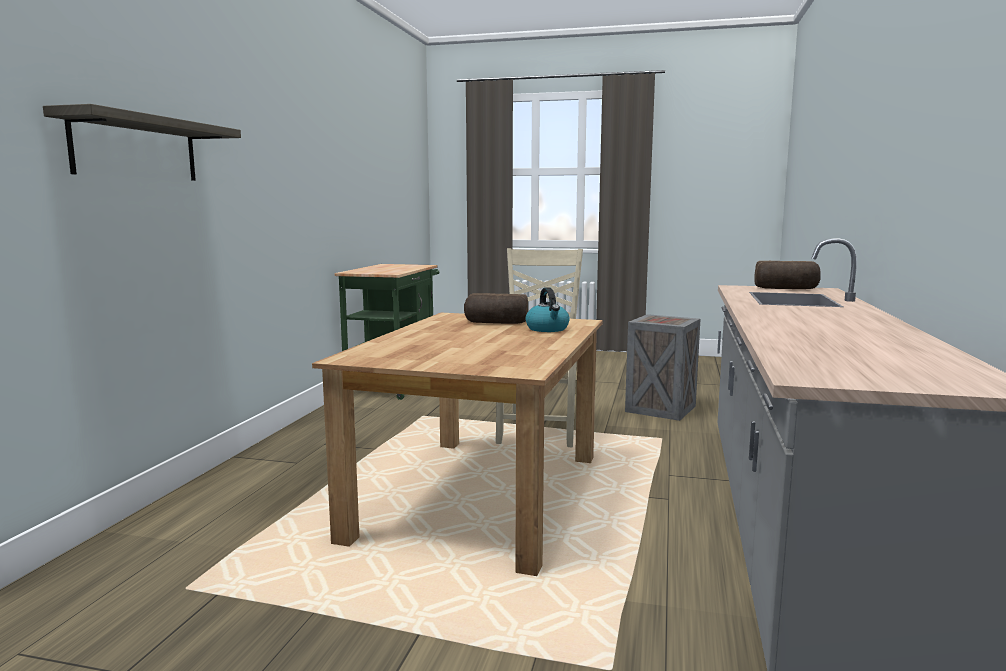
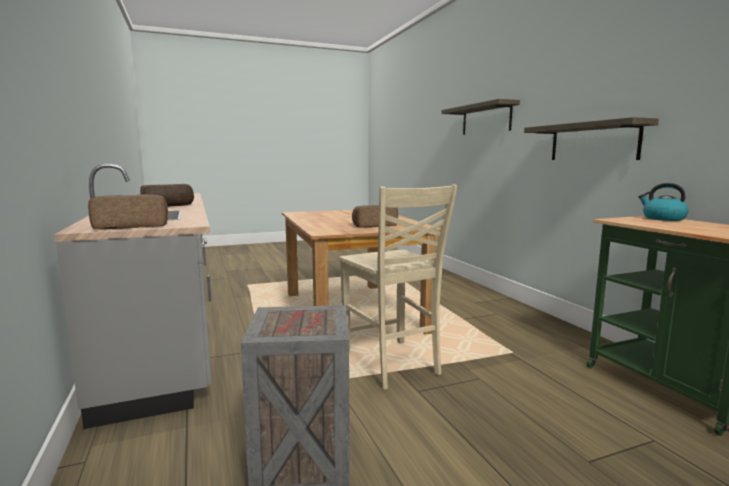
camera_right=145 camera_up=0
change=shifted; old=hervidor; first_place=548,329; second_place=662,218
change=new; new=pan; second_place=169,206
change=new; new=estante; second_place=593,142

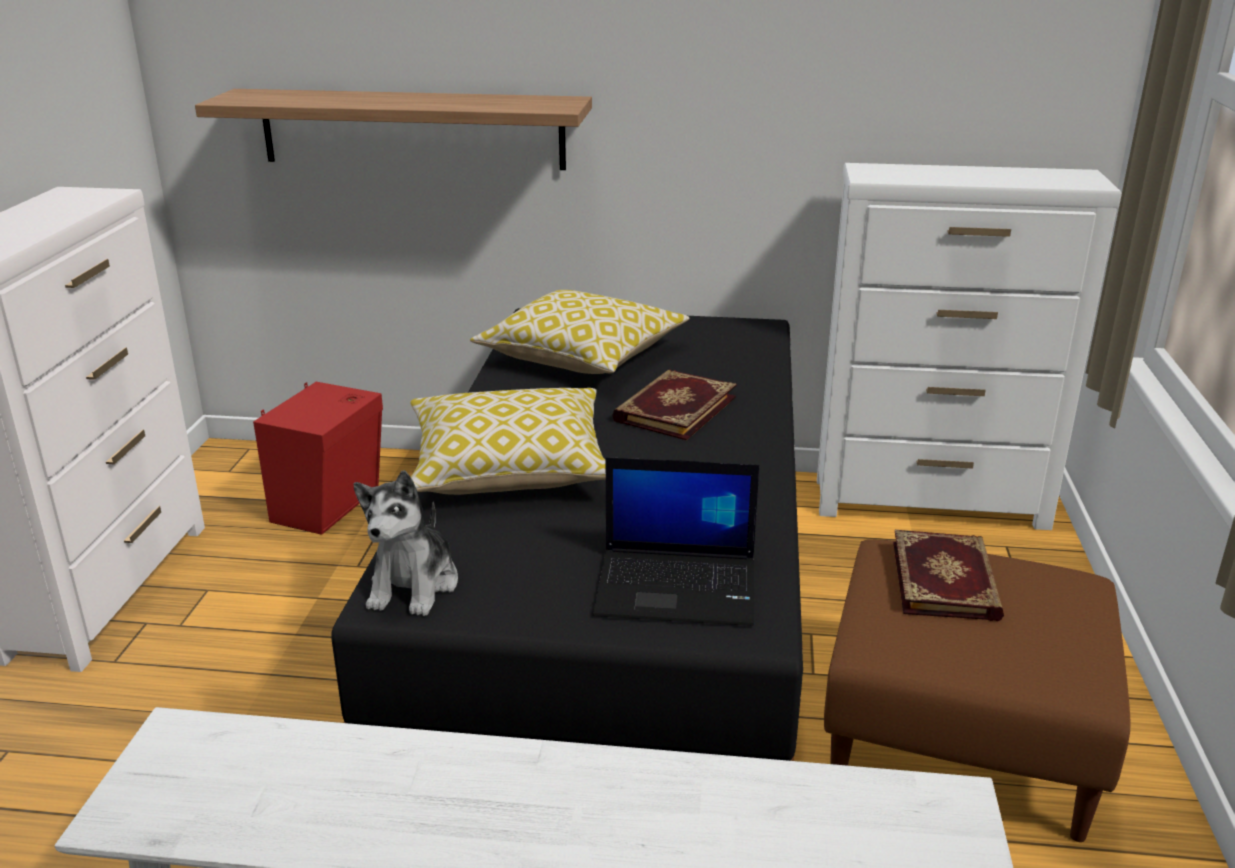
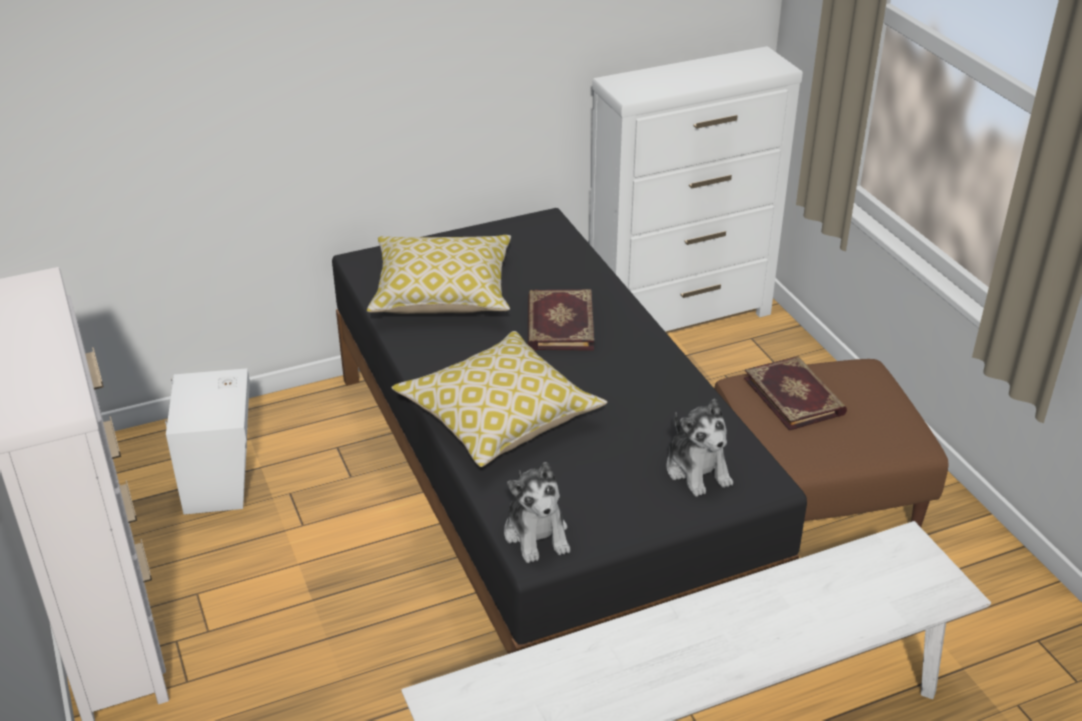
camera_right=-30 camera_up=10
change=gone; old=estante; first_place=412,129
change=repainted; old=altavoz (rojo); new=altavoz (blanco); first_place=331,505; second_place=221,478
change=swapped; old=portátil; new=peluche; first_place=678,587; second_place=697,470

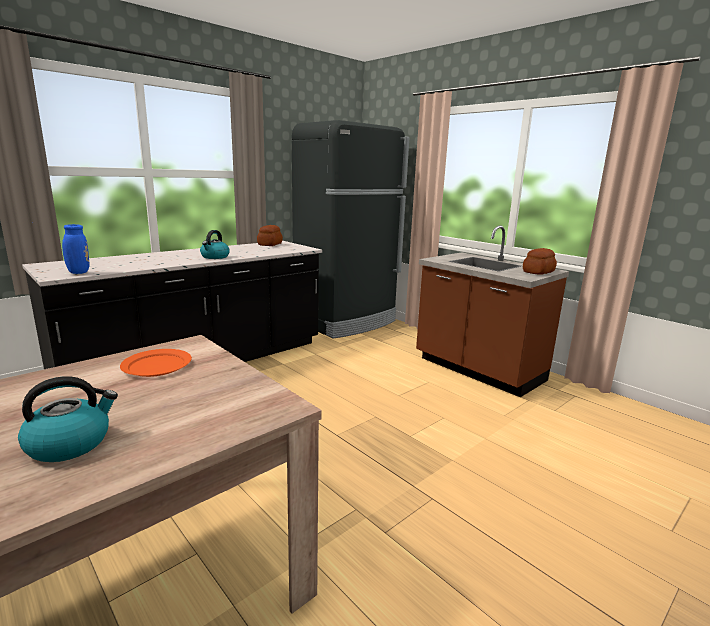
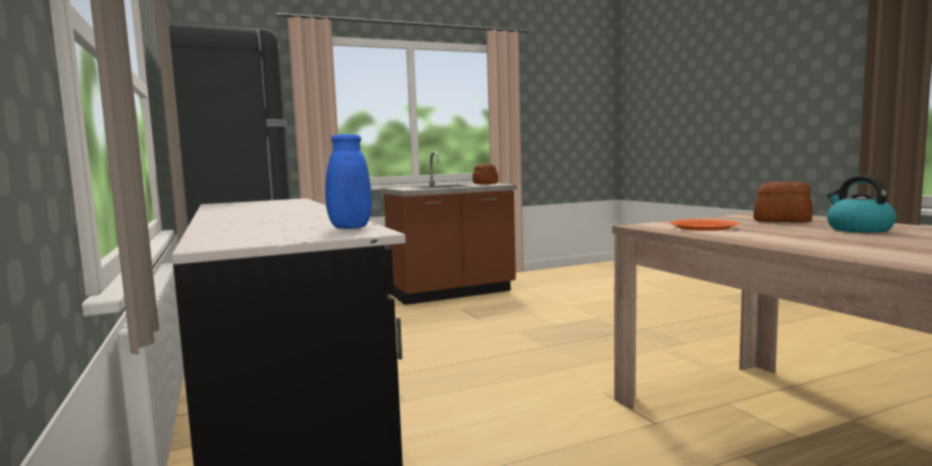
camera_right=-70 camera_up=-10
change=gone; old=hervidor; first_place=215,257
change=shifted; old=pan; first_place=270,244; second_place=781,220

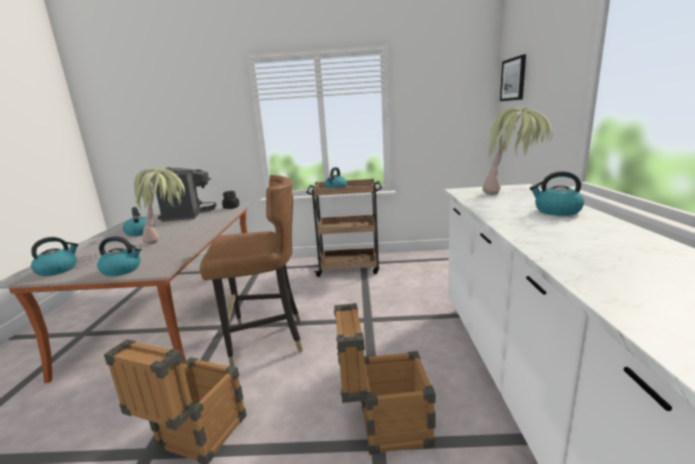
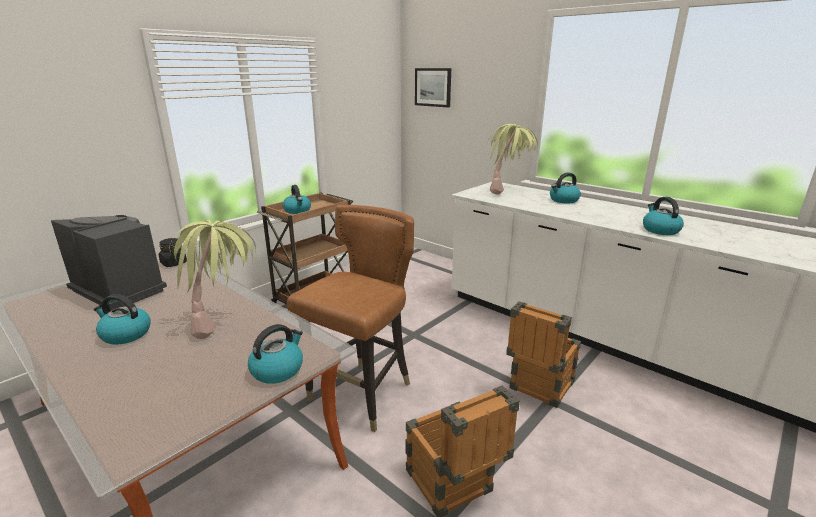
camera_right=-50 camera_up=5
change=shifted; old=hervidor; first_place=58,270; second_place=660,230

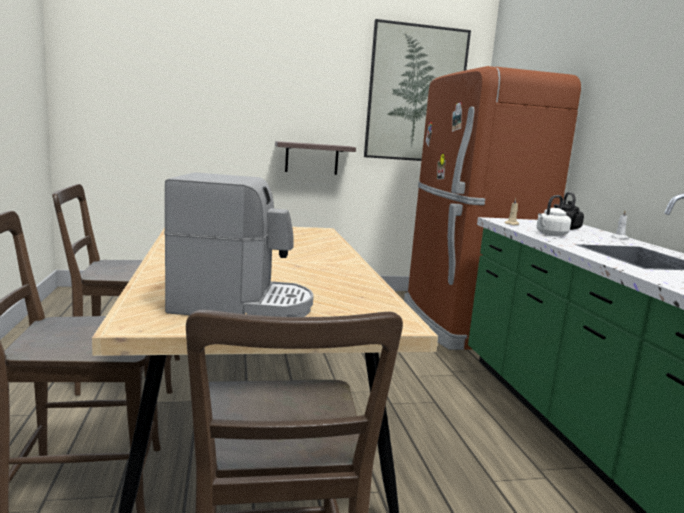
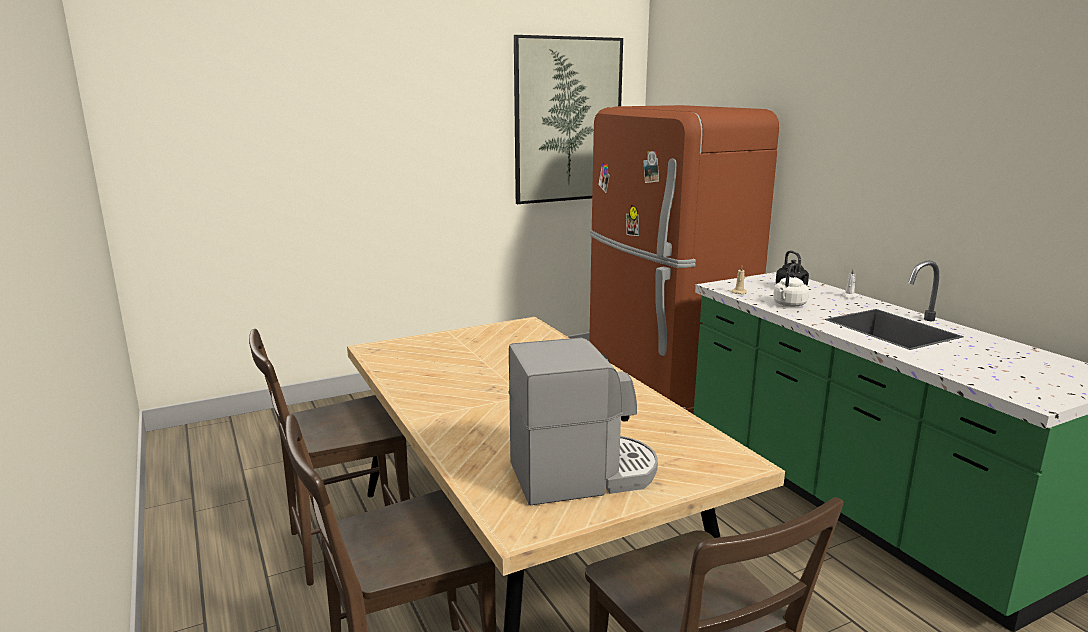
camera_right=-15 camera_up=5
change=gone; old=estante; first_place=312,158

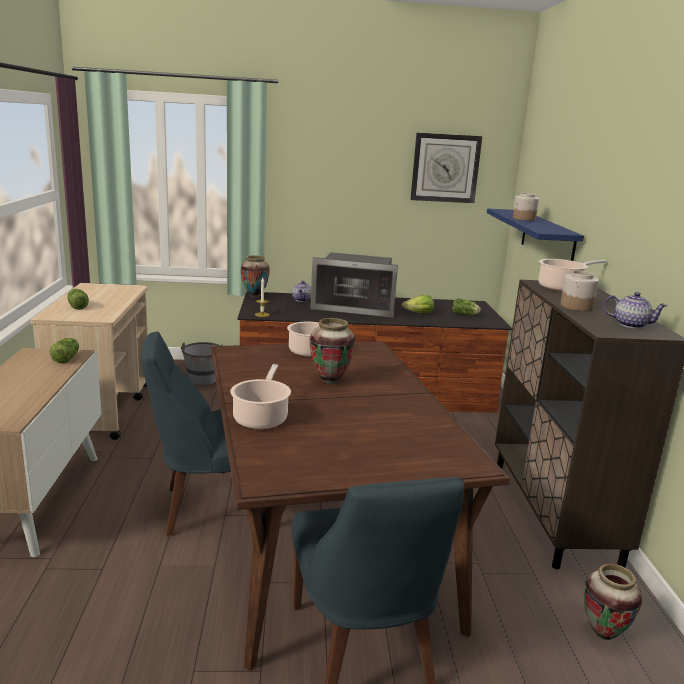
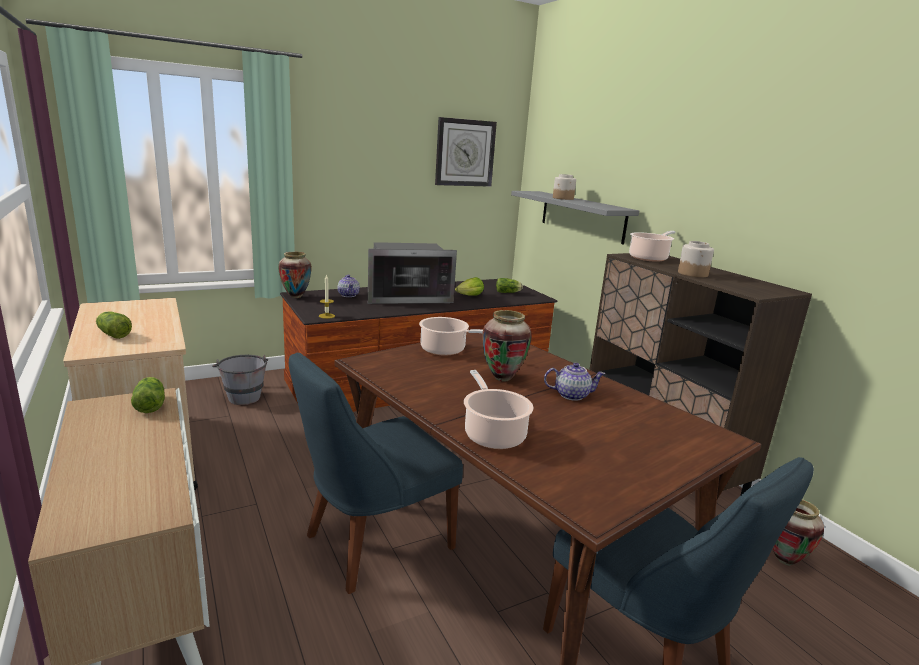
camera_right=-25 camera_up=0
change=repainted; old=estante (azul); new=estante (gris); first_place=547,239; second_place=582,216
change=shifted; old=tetera; first_place=630,324; second_place=571,395

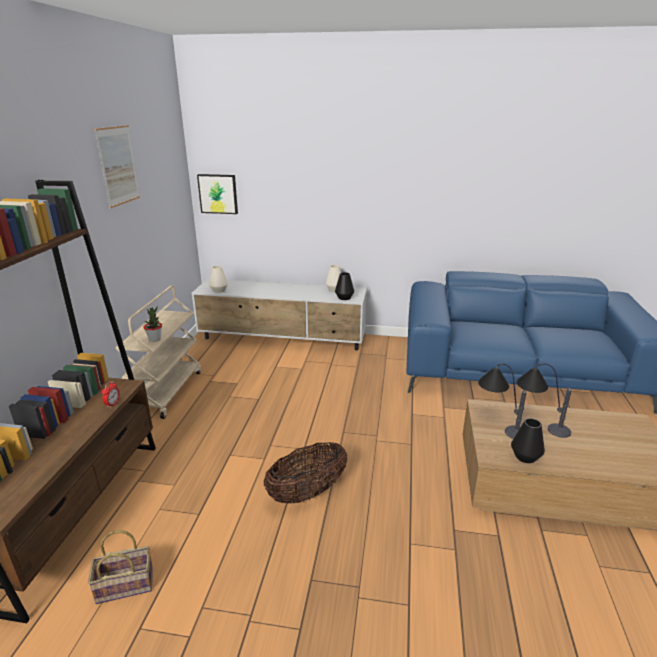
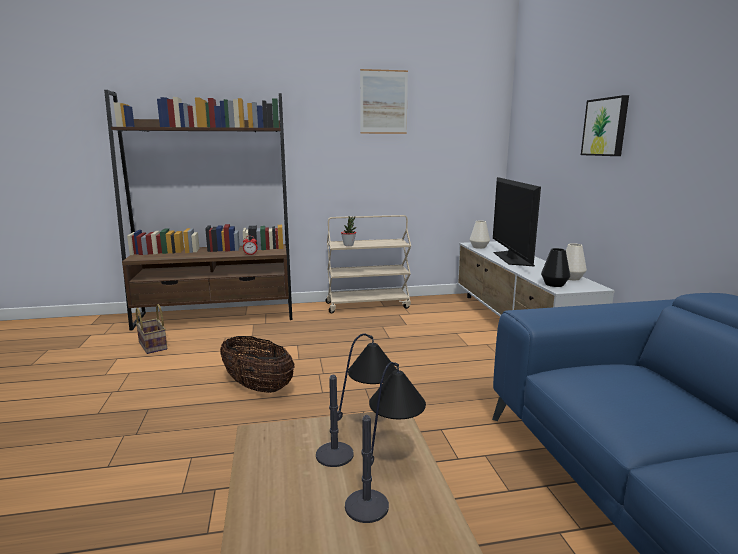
camera_right=70 camera_up=-10
change=shifted; old=cuadro; first_place=218,193; second_place=605,127
change=gone; old=florero (negro); first_place=525,456
change=new; new=televisor; second_place=511,258

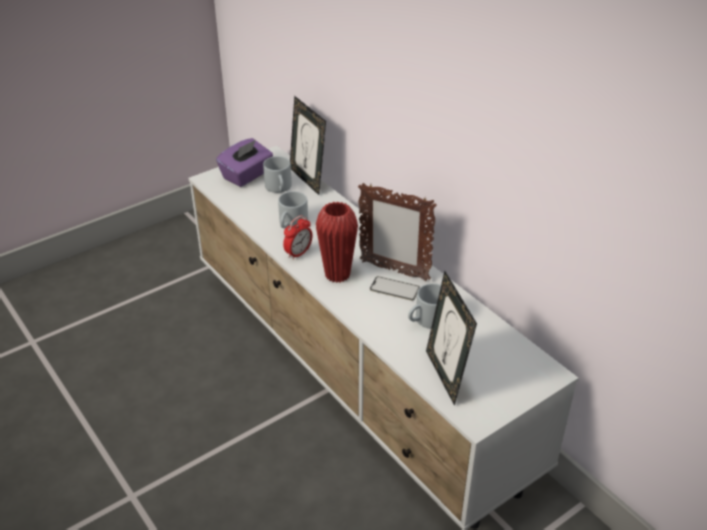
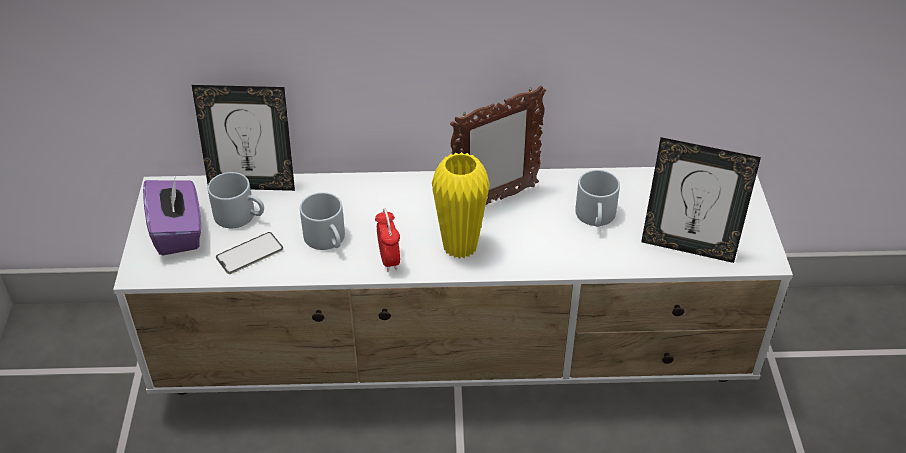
camera_right=-55 camera_up=5
change=repainted; old=florero (rojo); new=florero (amarillo); first_place=337,275; second_place=460,246
change=shifted; old=móvil; first_place=394,289; second_place=249,253

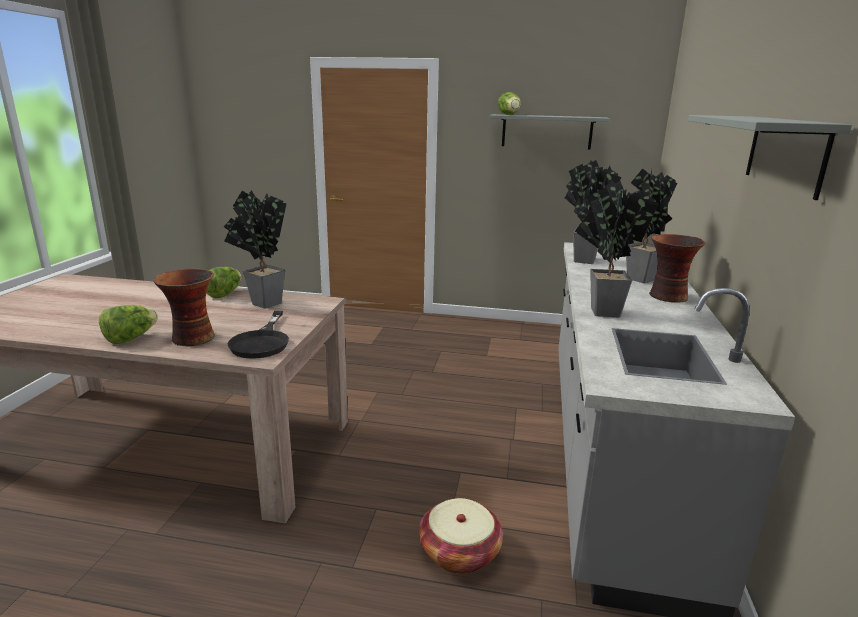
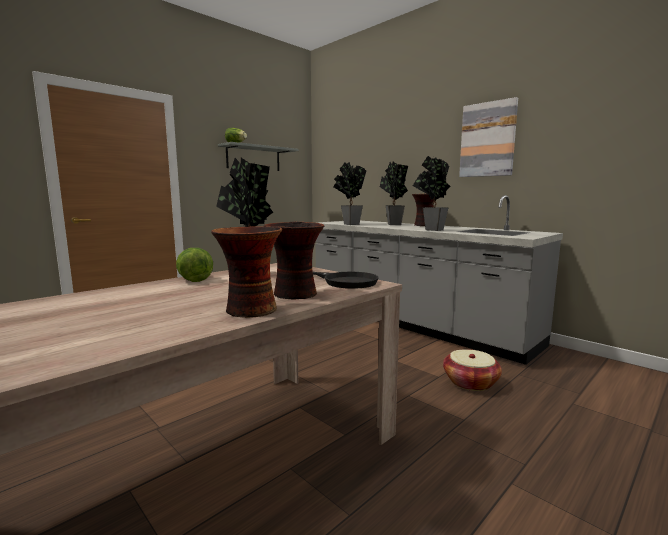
camera_right=-55 camera_up=-10
change=swapped; old=lechuga; new=florero; first_place=130,338; second_place=250,310
change=swapped; old=estante (gris); new=cuadro; first_place=785,153; second_place=487,140

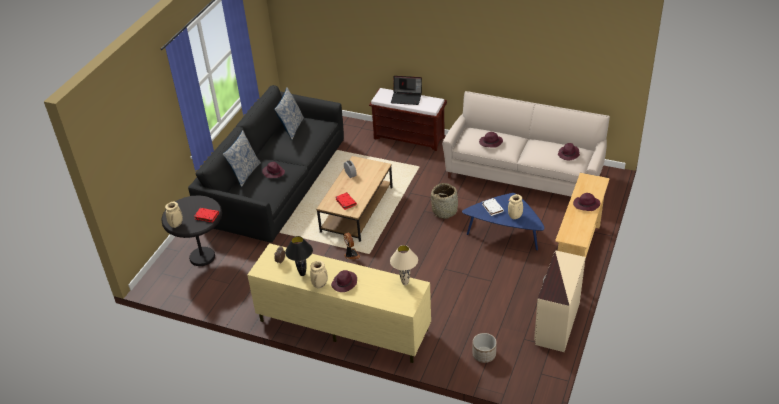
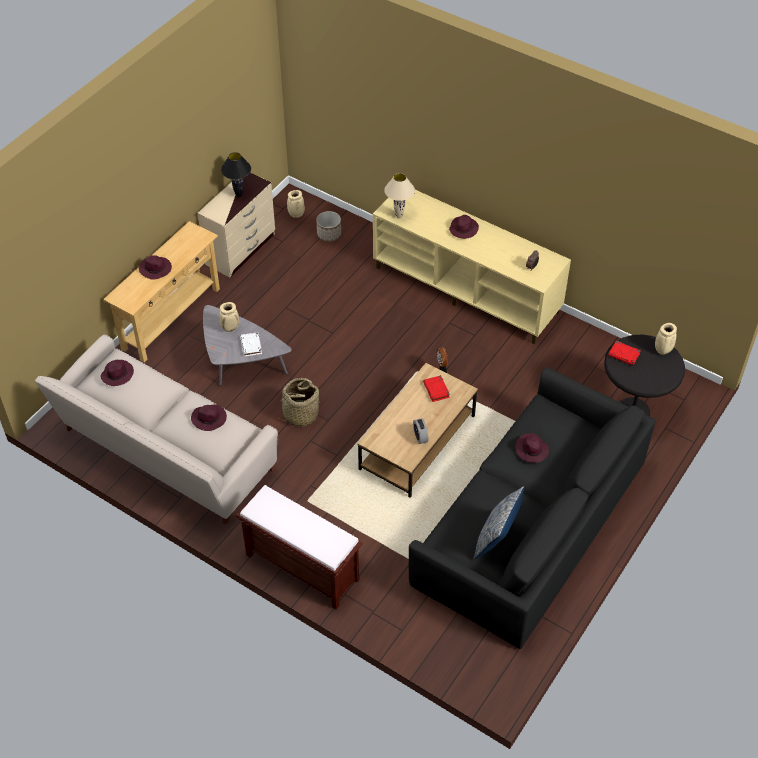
camera_right=-170 camera_up=10
change=gone; old=cojín; first_place=245,173
change=shifted; old=lámpara de mesa (negro); first_place=302,274; second_place=239,195
change=shifted; old=florero (beis); first_place=320,284; second_place=296,215
change=gone; old=portátil; first_place=407,97
change=repainted; old=mesa de centro (azul); new=mesa de centro (gris); first_place=505,234; second_place=240,363

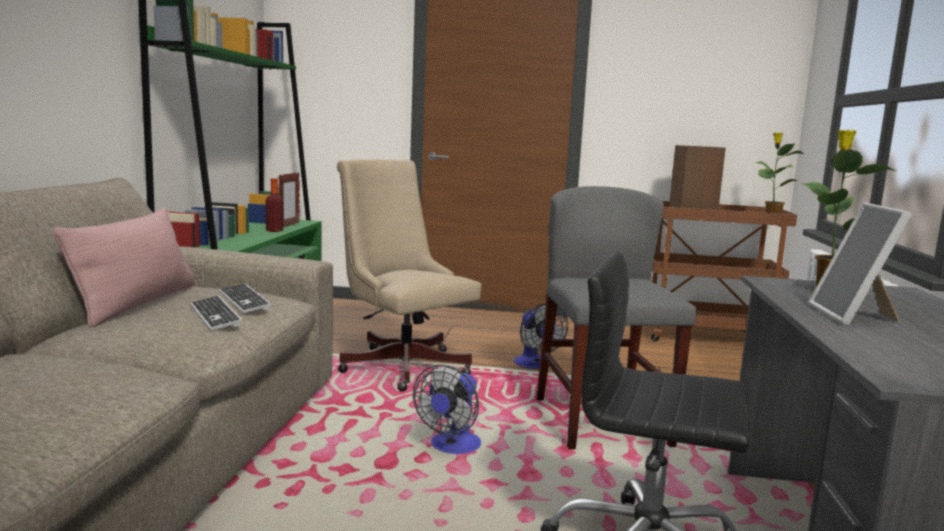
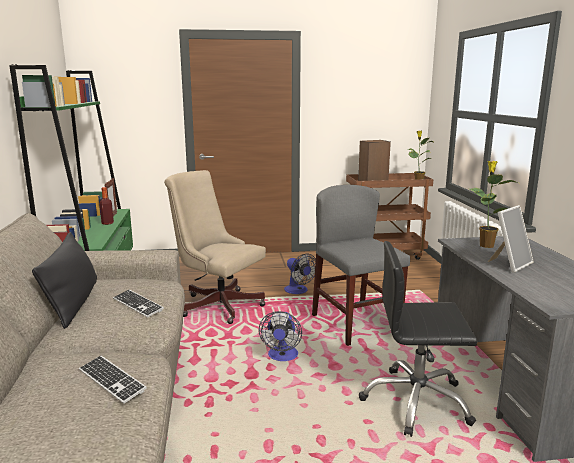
camera_right=-15 camera_up=5
change=repainted; old=cojín (rosa); new=cojín (negro); first_place=137,304; second_place=73,303
change=shifted; old=teclado; first_place=244,300; second_place=111,380
change=rotated; old=portarretratos; first_place=854,316; second_place=509,264; degrees=-120

